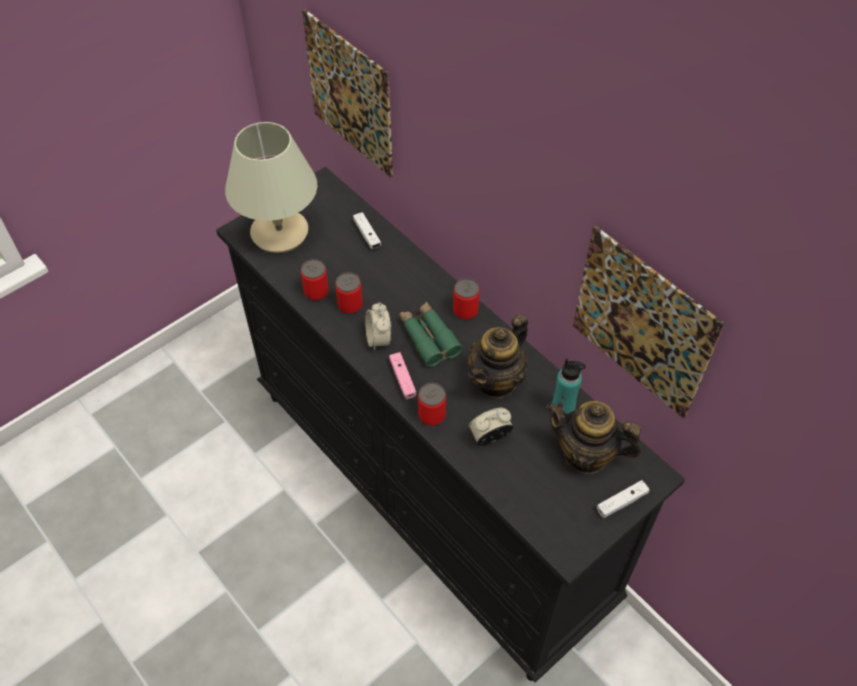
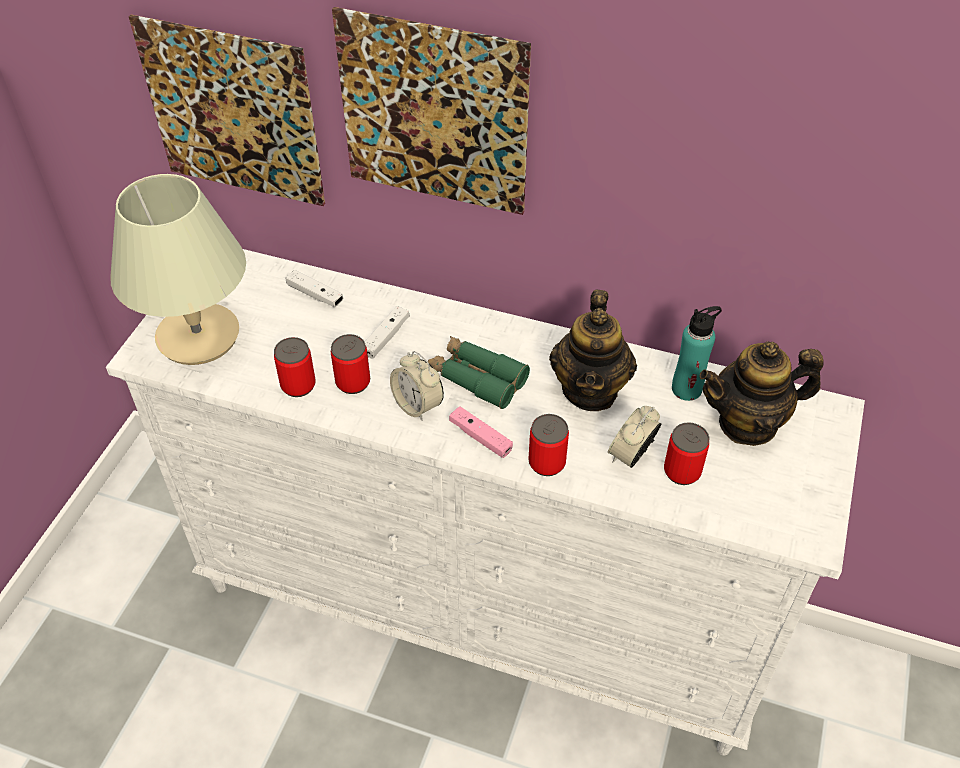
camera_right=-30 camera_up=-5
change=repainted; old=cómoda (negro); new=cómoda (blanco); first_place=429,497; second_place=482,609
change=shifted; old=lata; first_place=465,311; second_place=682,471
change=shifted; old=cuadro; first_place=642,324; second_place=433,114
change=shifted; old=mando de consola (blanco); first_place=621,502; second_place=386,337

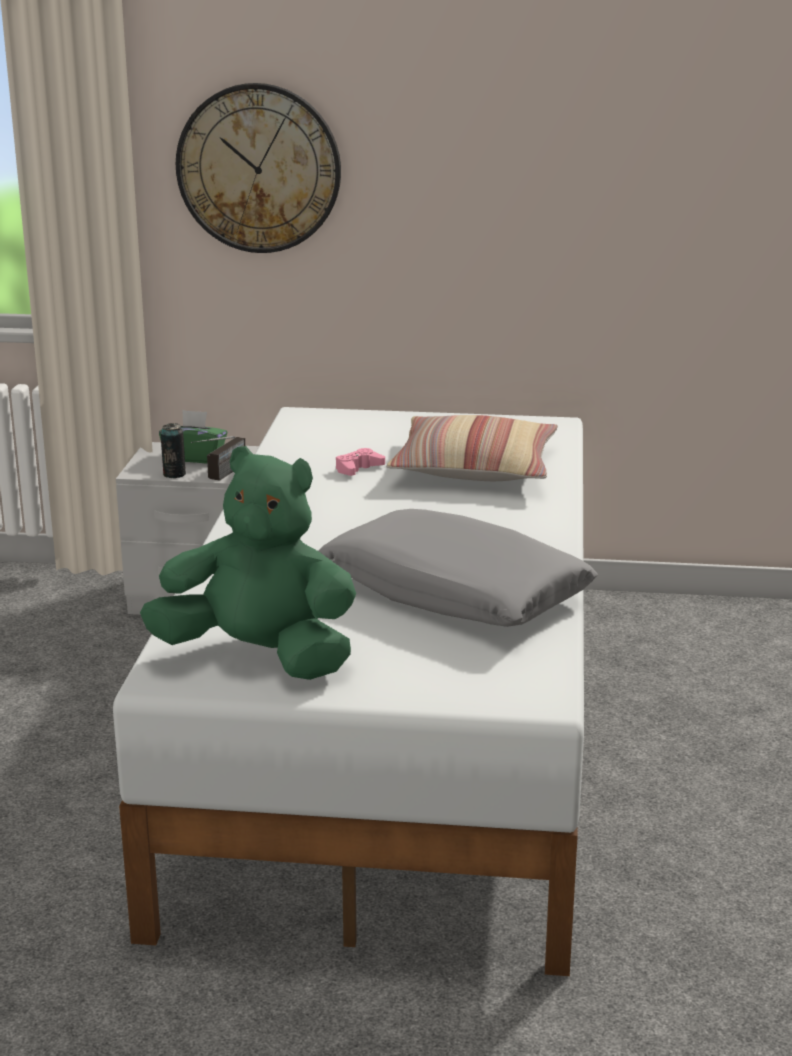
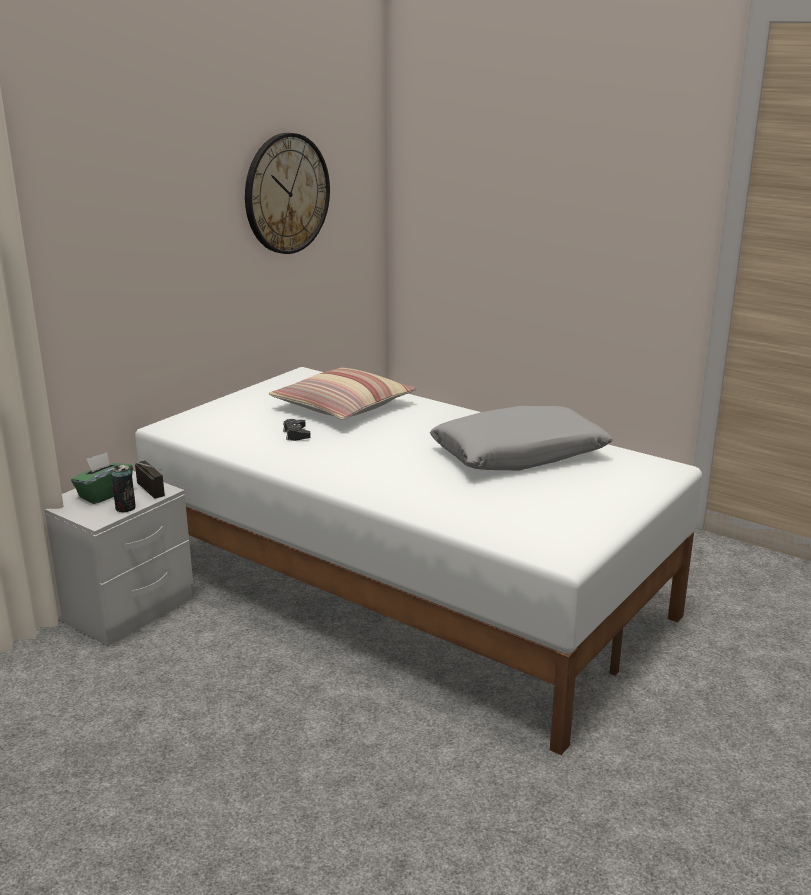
camera_right=-60 camera_up=0
change=gone; old=peluche (verde); first_place=259,657
change=shifted; old=reloj de pared; first_place=259,168; second_place=286,194
change=repainted; old=mando de consola (rosa); new=mando de consola (negro); first_place=358,469; second_place=296,434

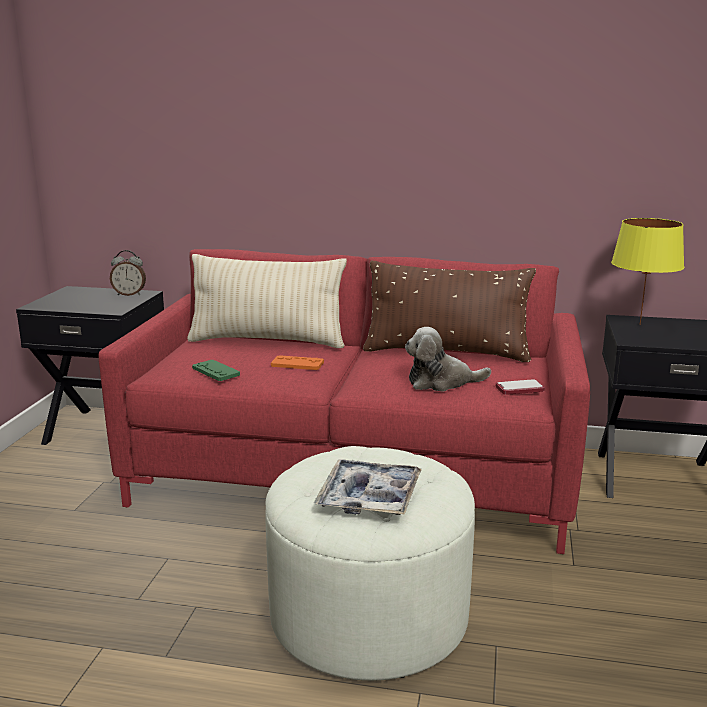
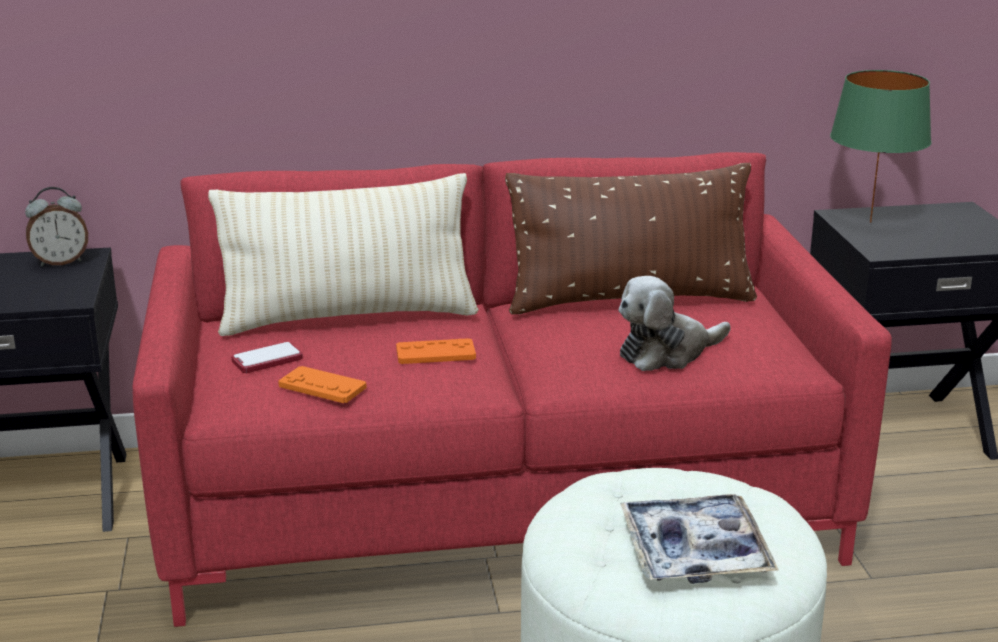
camera_right=-20 camera_up=5
change=repainted; old=mando de consola (verde); new=mando de consola (naranja); first_place=216,371; second_place=322,386
change=shifted; old=móvil; first_place=519,388; second_place=267,360
change=repainted; old=lámpara de mesa (amarillo); new=lámpara de mesa (verde); first_place=640,324; second_place=870,222

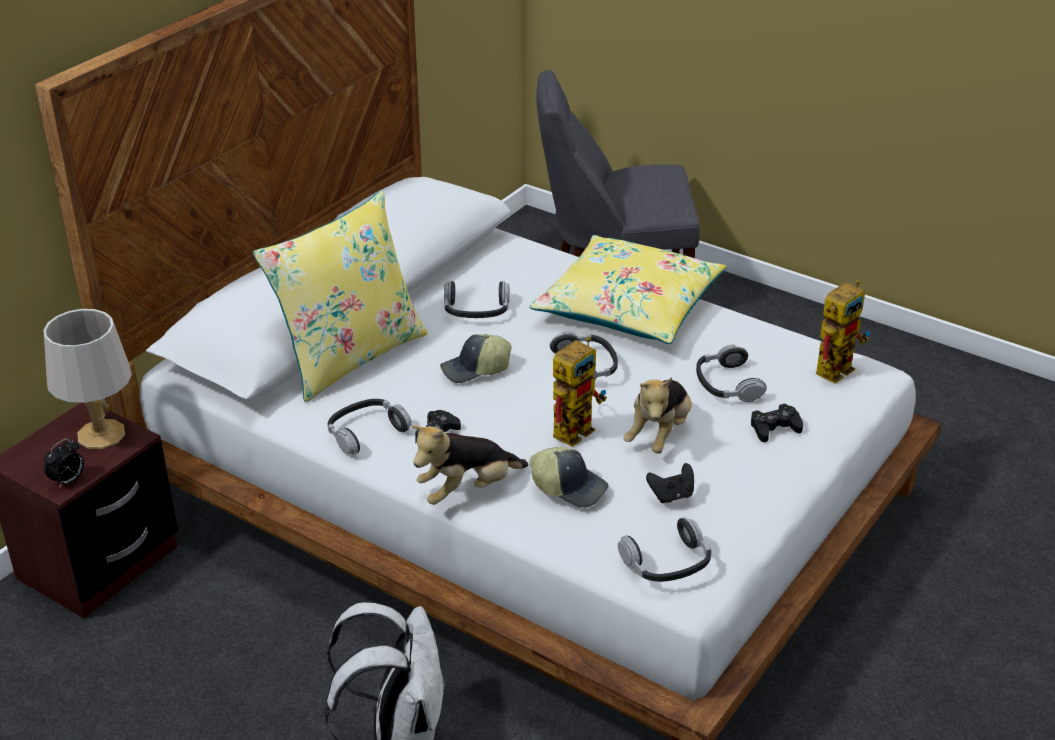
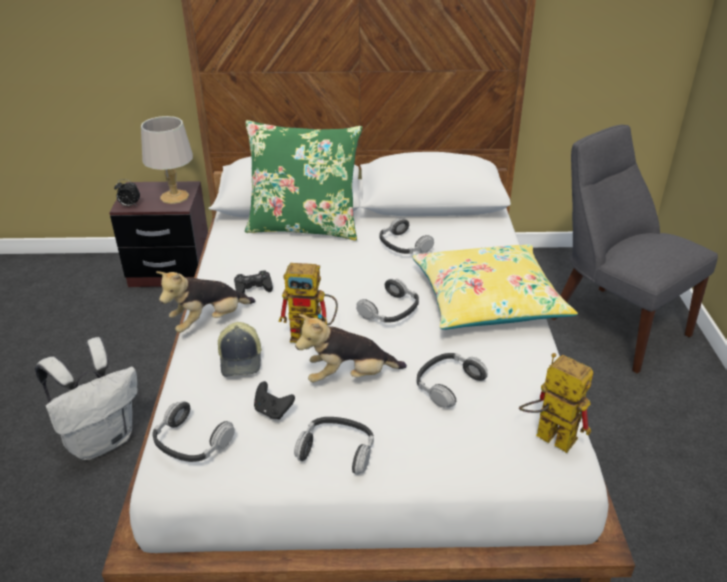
camera_right=55 camera_up=0
change=repainted; old=cojín (amarillo); new=cojín (verde); first_place=349,356; second_place=304,226
change=shifted; old=auriculares; first_place=366,432; second_place=337,450
change=rotated; old=peluche; first_place=467,490; second_place=209,321; degrees=-60
change=gone; old=gorra; first_place=475,370
change=gone; old=mando de consola (negro); first_place=774,428
change=rotated; old=robot de juguete; first_place=836,366; second_place=546,436; degrees=-150

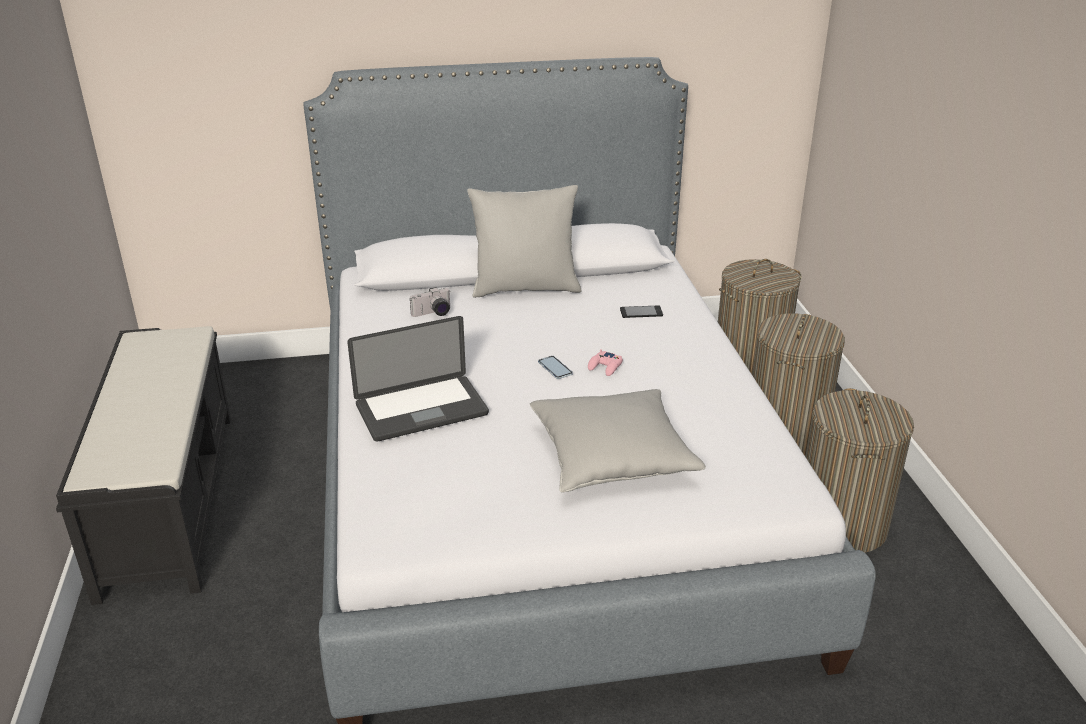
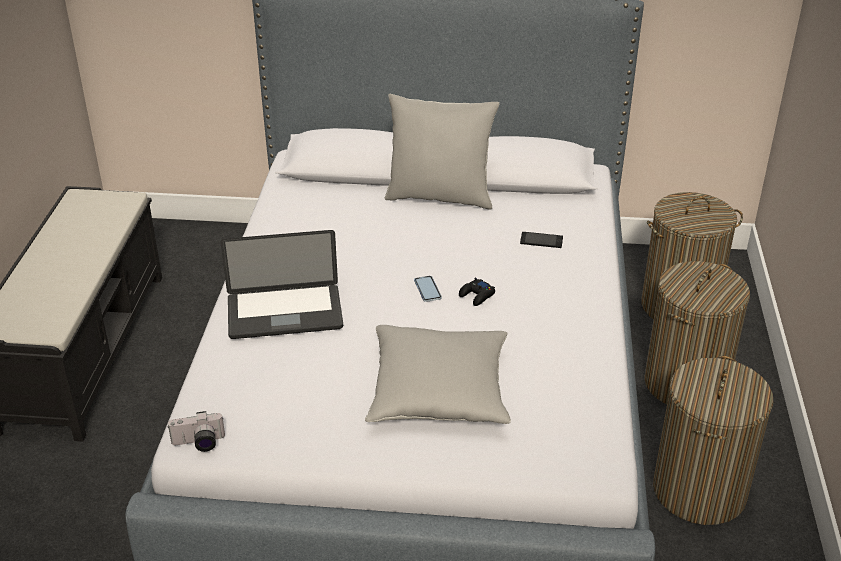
camera_right=15 camera_up=5
change=shifted; old=cámara; first_place=433,314; second_place=198,444
change=repainted; old=mando de consola (rosa); new=mando de consola (negro); first_place=605,367; second_place=477,296

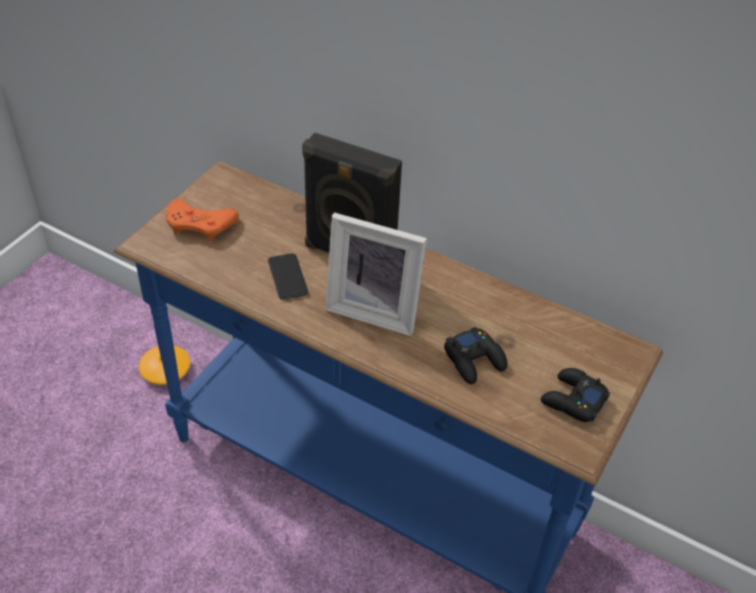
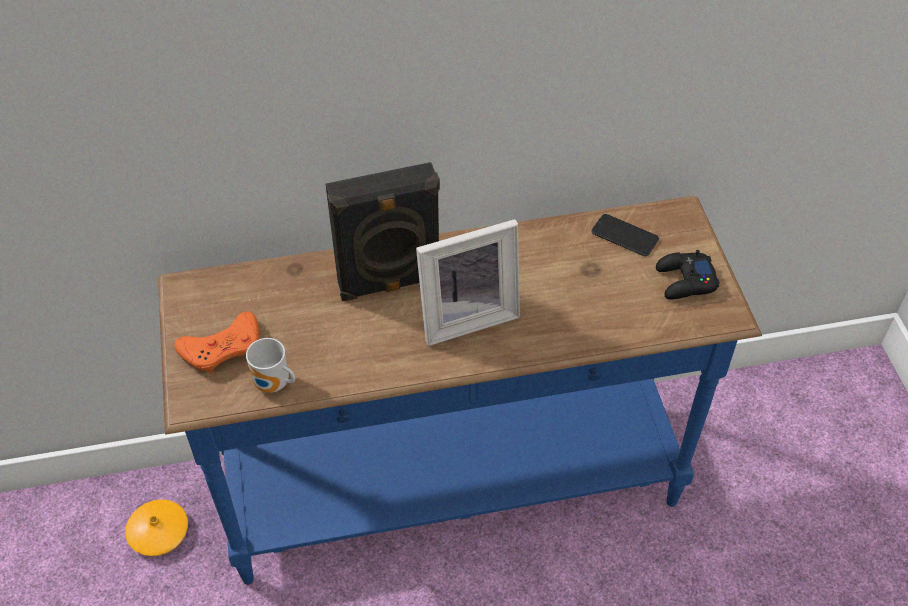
camera_right=-40 camera_up=5
change=shifted; old=móvil; first_place=287,277; second_place=624,236
change=gone; old=mando de consola (negro); first_place=474,360
change=new; new=taza grande; second_place=273,385

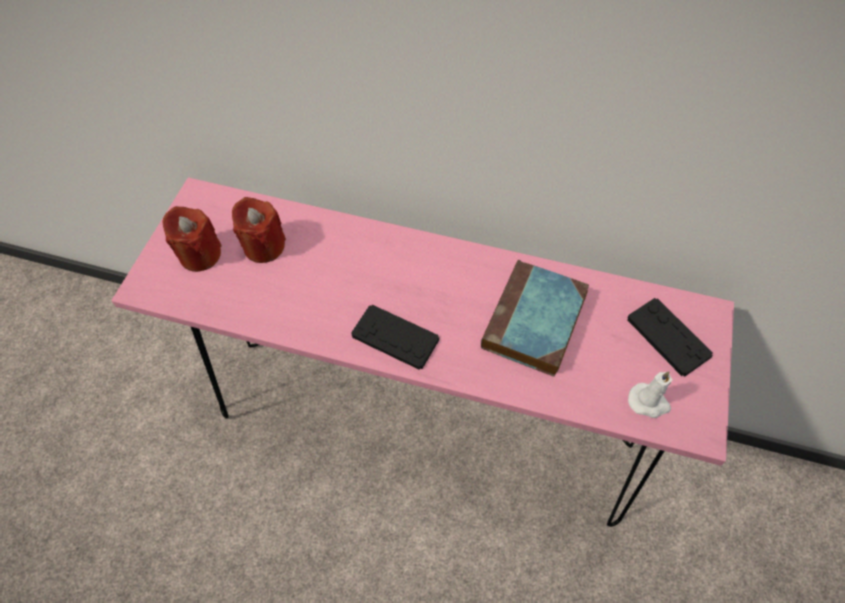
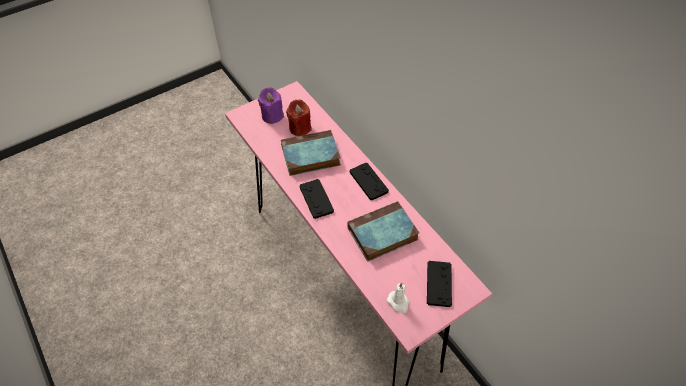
camera_right=40 camera_up=-5
change=repainted; old=vela (rojo); new=vela (morado); first_place=200,254; second_place=272,115
change=new; new=libro; second_place=309,156
change=new; new=mando de consola (negro); second_place=368,182

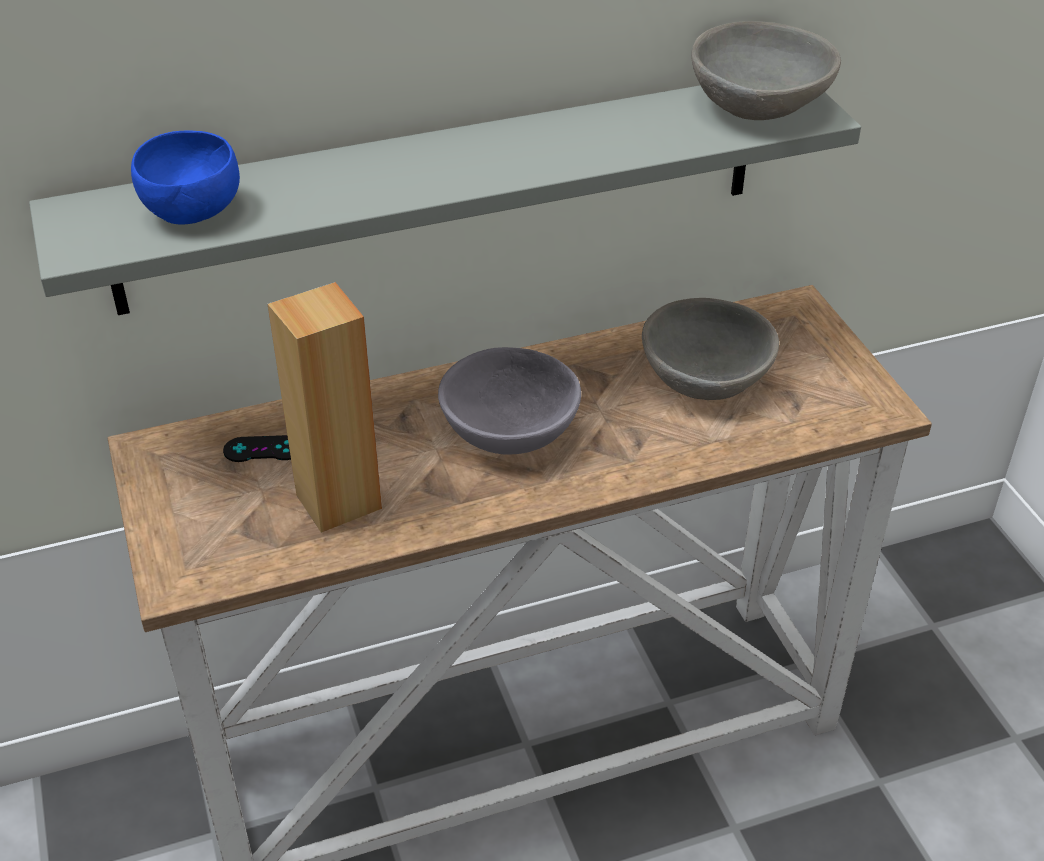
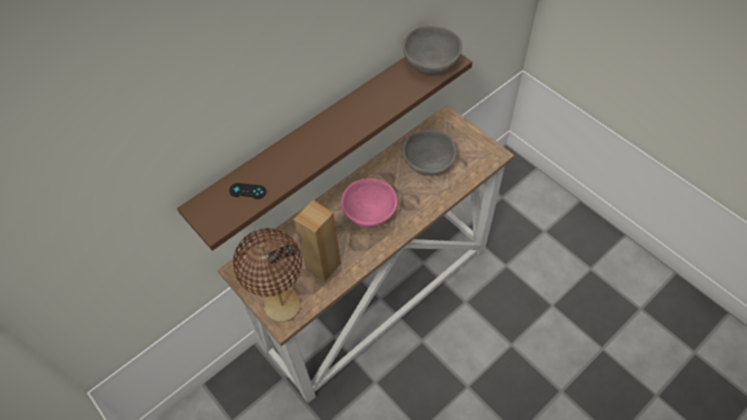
camera_right=-20 camera_up=15
change=repainted; old=estante (gris); new=estante (marrón); first_place=444,190; second_place=320,133
change=swapped; old=cuenco (azul); new=mando de consola (negro); first_place=193,211; second_place=247,191
change=repainted; old=cuenco (gris); new=cuenco (rosa); first_place=512,430; second_place=370,211
change=new; new=lámpara de mesa (marrón); second_place=282,306

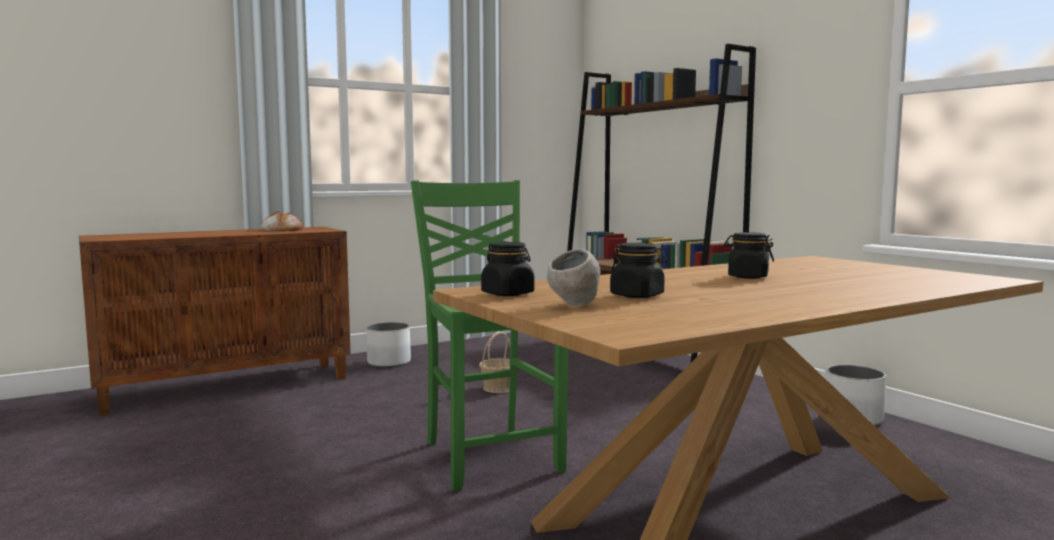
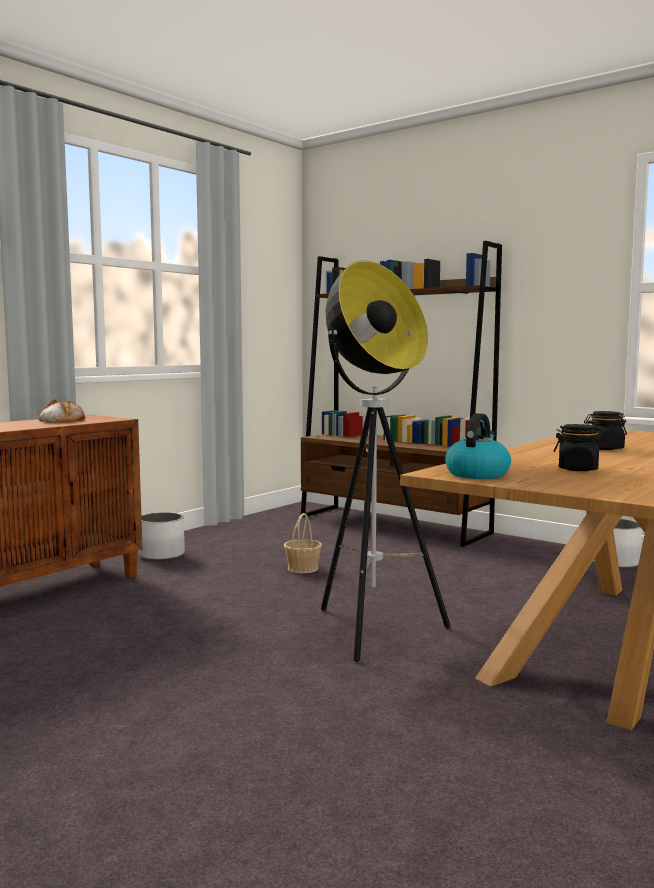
camera_right=-20 camera_up=0
change=swapped; old=silla (verde); new=lámpara de pie; first_place=490,456; second_place=372,630
change=swapped; old=tarro (negro); new=hervidor; first_place=508,294; second_place=477,474
change=gone; old=cuenco (gris); first_place=574,305

